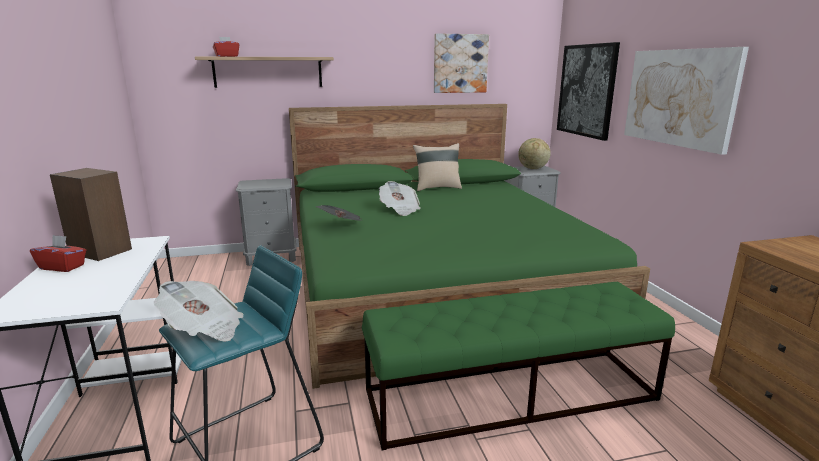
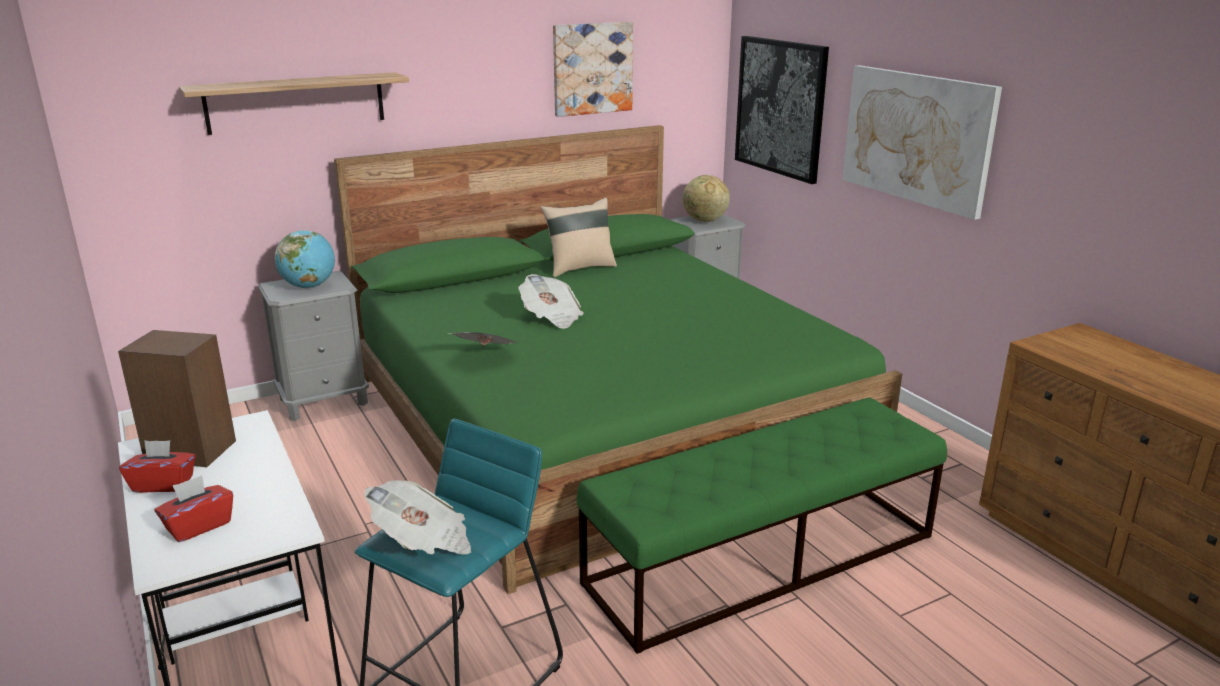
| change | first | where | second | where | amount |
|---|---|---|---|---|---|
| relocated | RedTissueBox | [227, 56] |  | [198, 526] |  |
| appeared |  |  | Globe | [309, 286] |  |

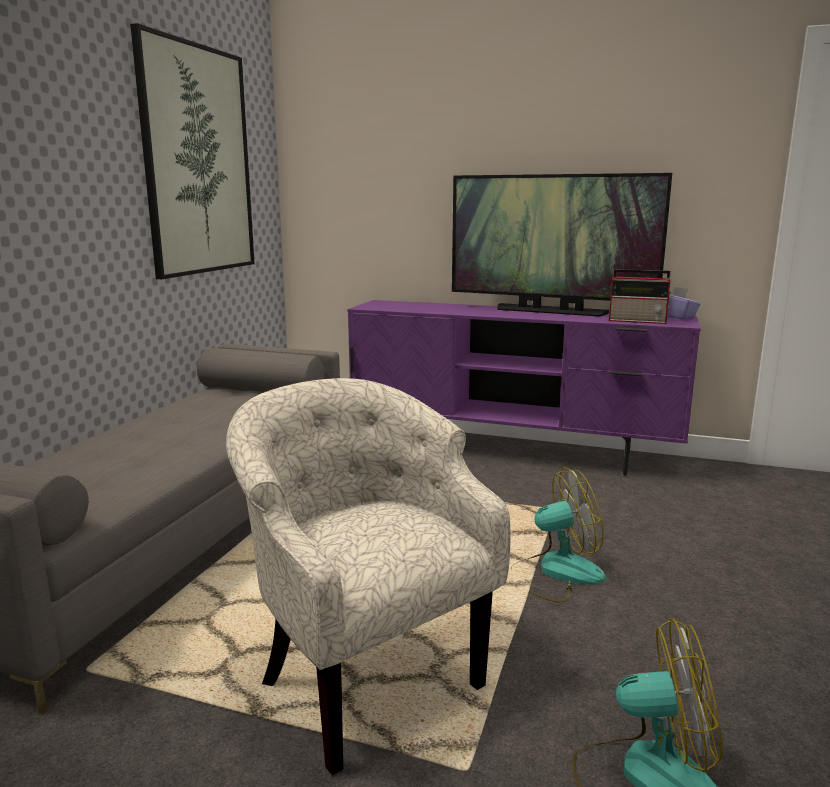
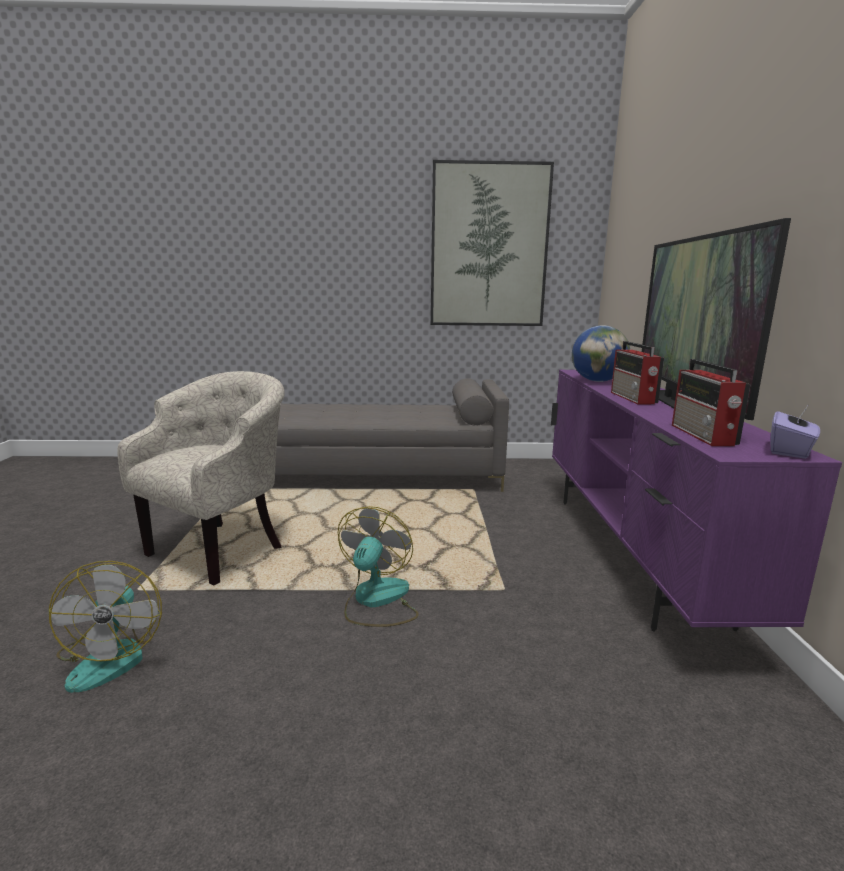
| change | first | where | second | where | amount |
|---|---|---|---|---|---|
| spun | Fan | [556, 572] |  | [377, 601] | 135 degrees counterclockwise |
| appeared |  |  | Globe | [597, 381] |  |
| appeared |  |  | Radio | [633, 398] |  |

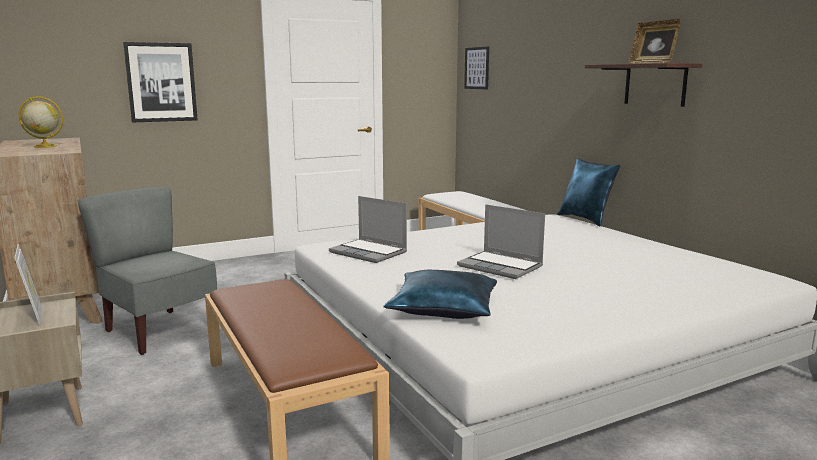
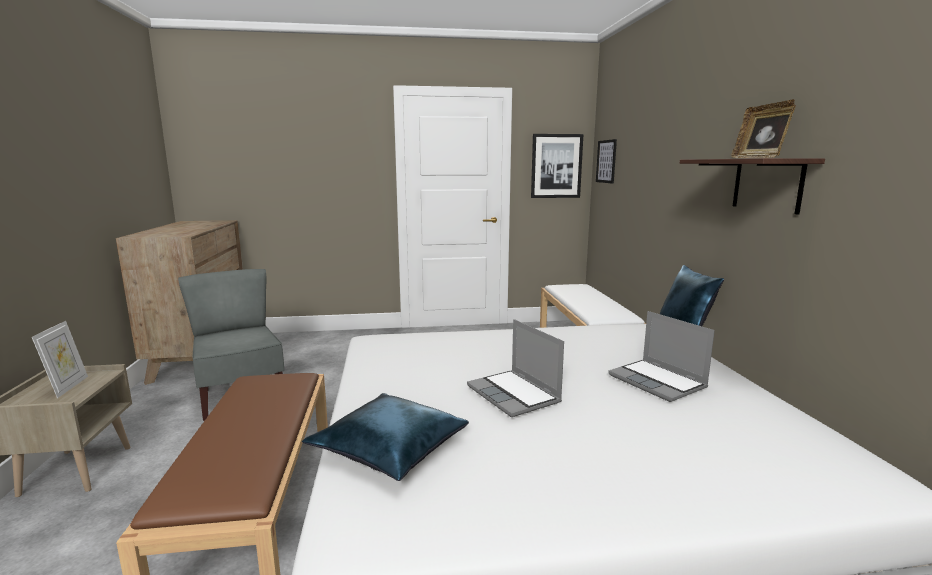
| change | first | where | second | where | amount |
|---|---|---|---|---|---|
| relocated | Picture | [161, 82] |  | [556, 166] |  |
| missing | Globe | [44, 146] |  |  |  |
| relocated | Laptop | [369, 252] |  | [658, 382] |  |

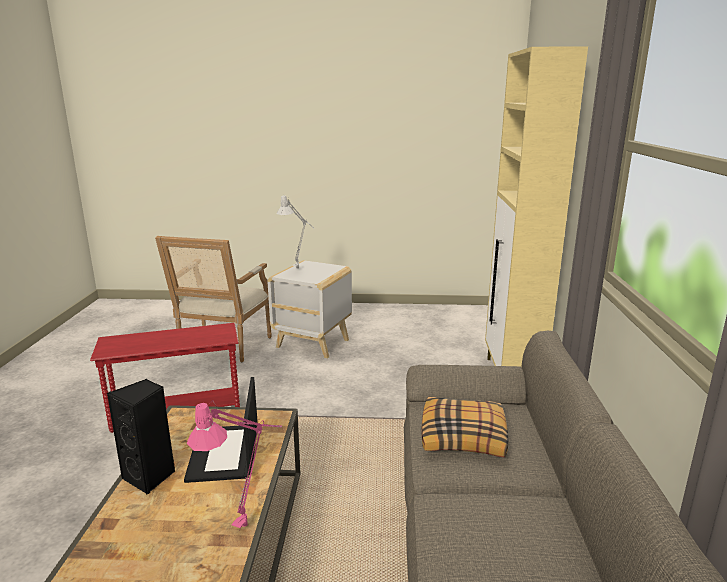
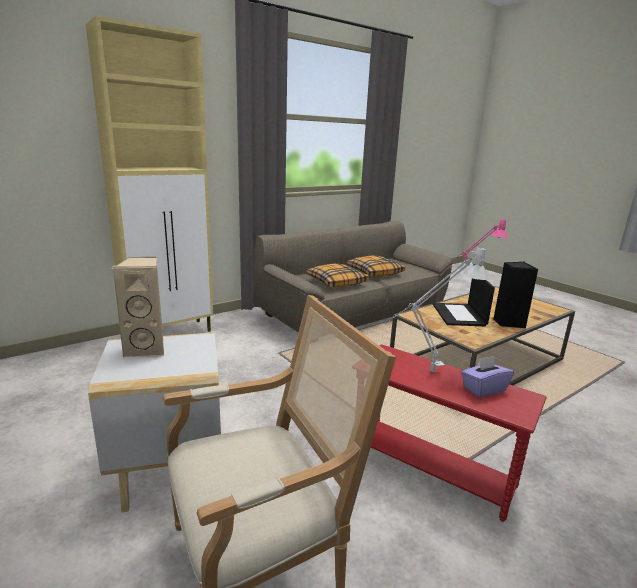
| change | first | where | second | where | amount |
|---|---|---|---|---|---|
| relocated | GreyTableLamp | [299, 268] |  | [426, 373] |  |
| spun | Laptop | [225, 453] |  | [459, 315] | 135 degrees clockwise |
| appeared |  |  | Pillow | [374, 272] |  |
| appeared |  |  | BeigeSpeaker | [147, 349] |  |
| appeared |  |  | PurpleTissueBox | [483, 389] |  |

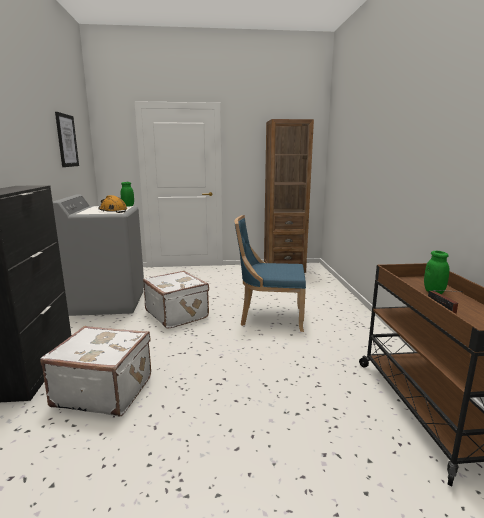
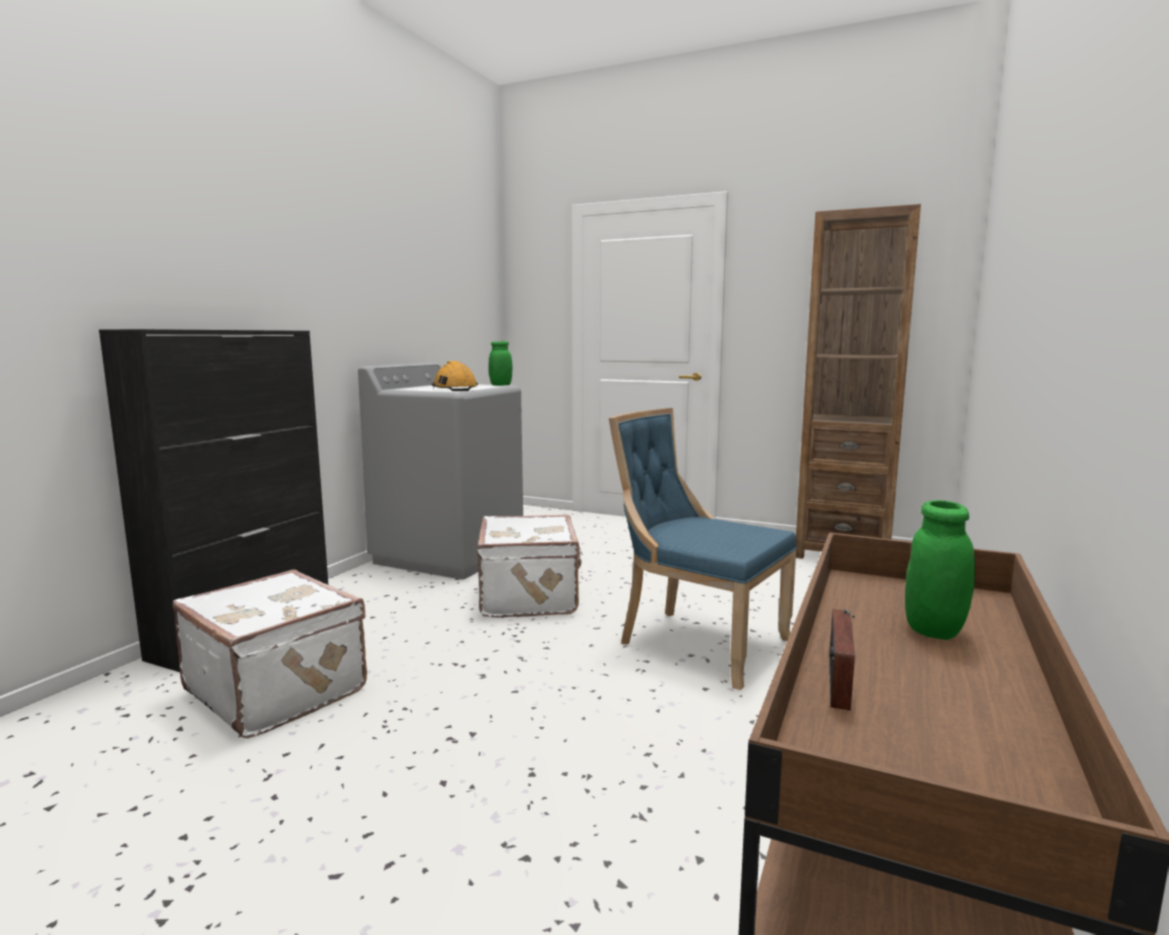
| change | first | where | second | where | amount |
|---|---|---|---|---|---|
| missing | Picture | [66, 140] |  |  |  |

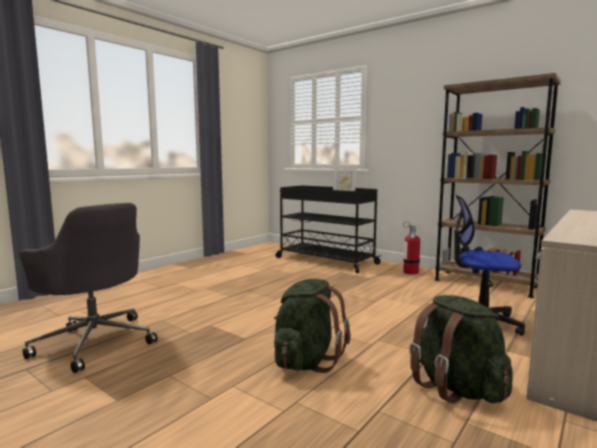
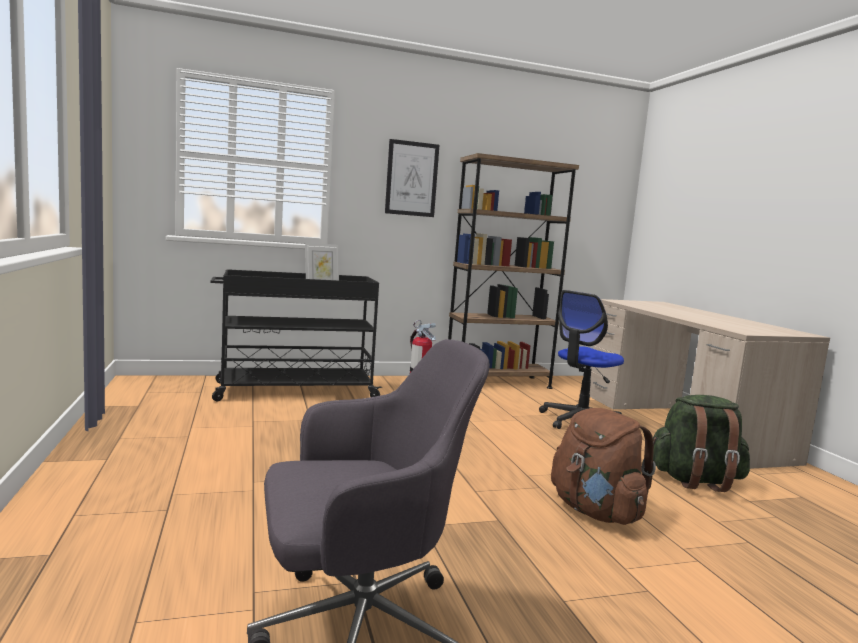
| change | first | where | second | where | amount |
|---|---|---|---|---|---|
| colour | GreenBackpack | [306, 361] | BrownBackpack | [595, 512] |  |
| appeared |  |  | Picture | [411, 178] |  |

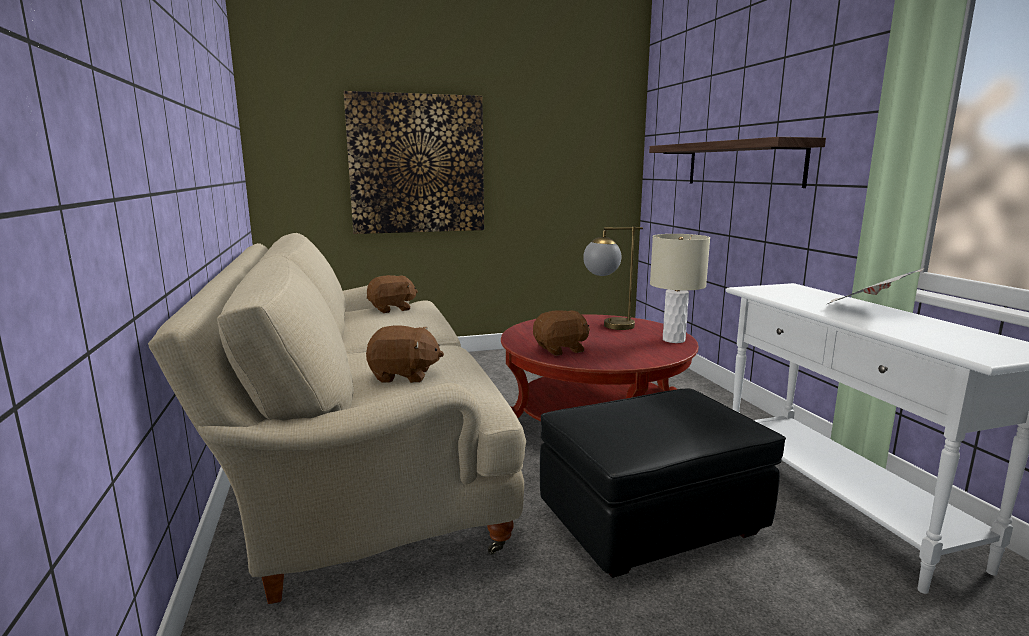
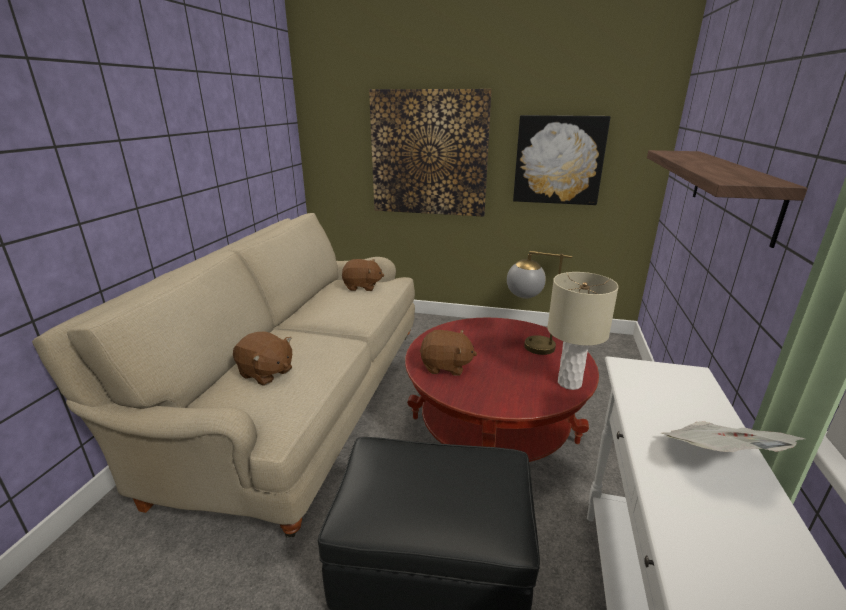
| change | first | where | second | where | amount |
|---|---|---|---|---|---|
| appeared |  |  | Picture | [558, 160] |  |

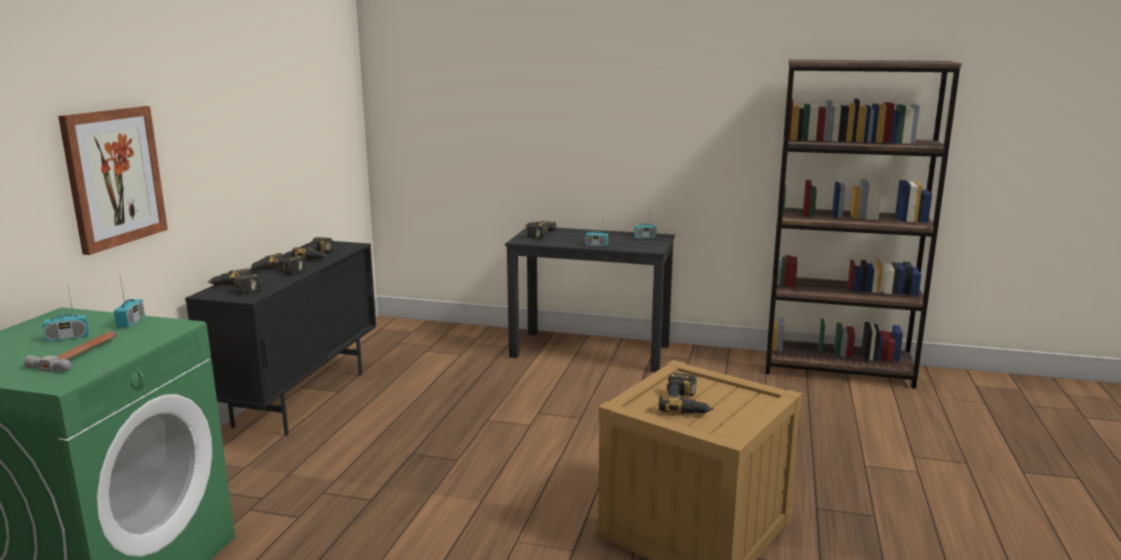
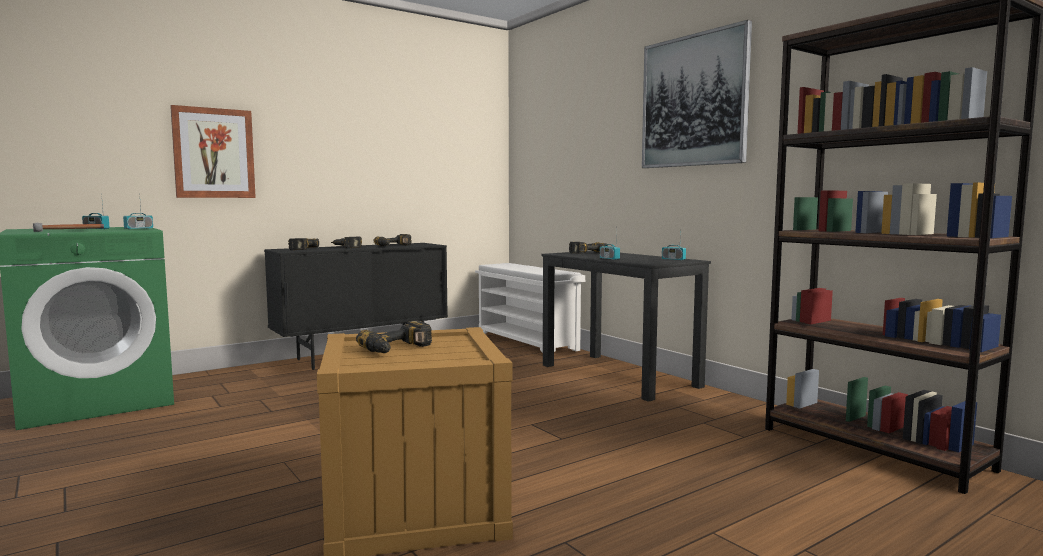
| change | first | where | second | where | amount |
|---|---|---|---|---|---|
| appeared |  |  | Picture | [694, 101] |  |
| appeared |  |  | WhiteShoeRack | [528, 342] |  |

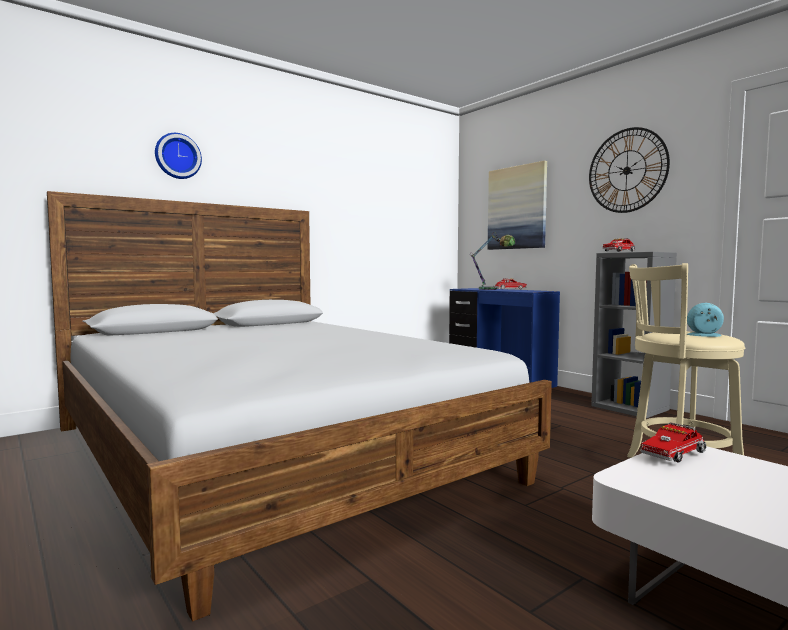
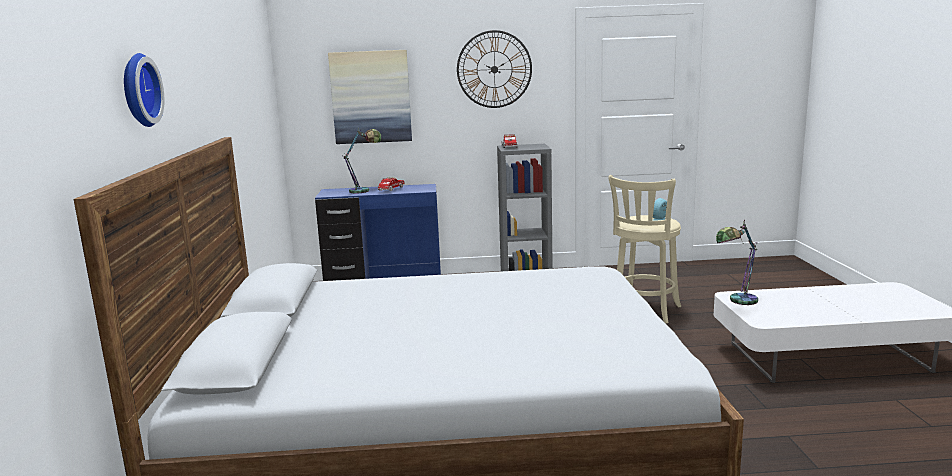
| change | first | where | second | where | amount |
|---|---|---|---|---|---|
| exchanged | ToyTruck | [674, 455] | TableLamp | [737, 301] |  |

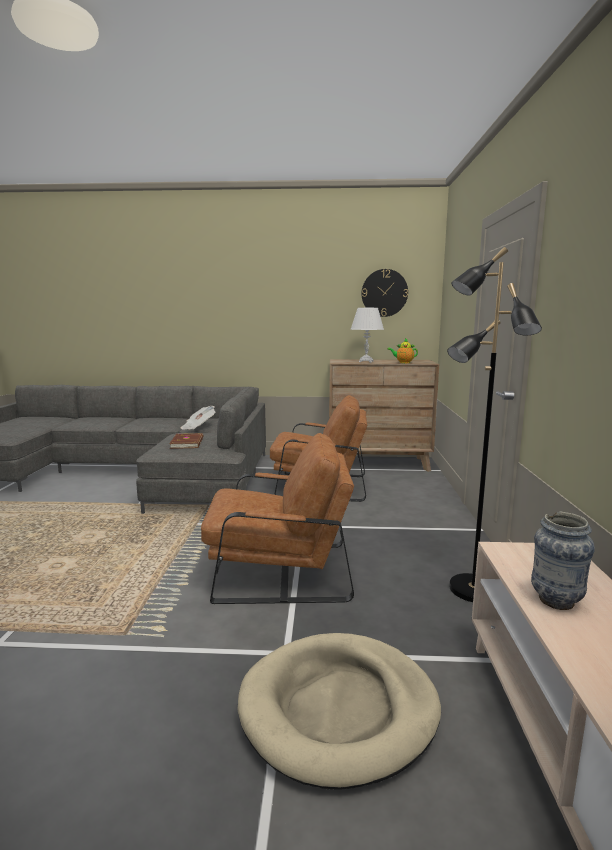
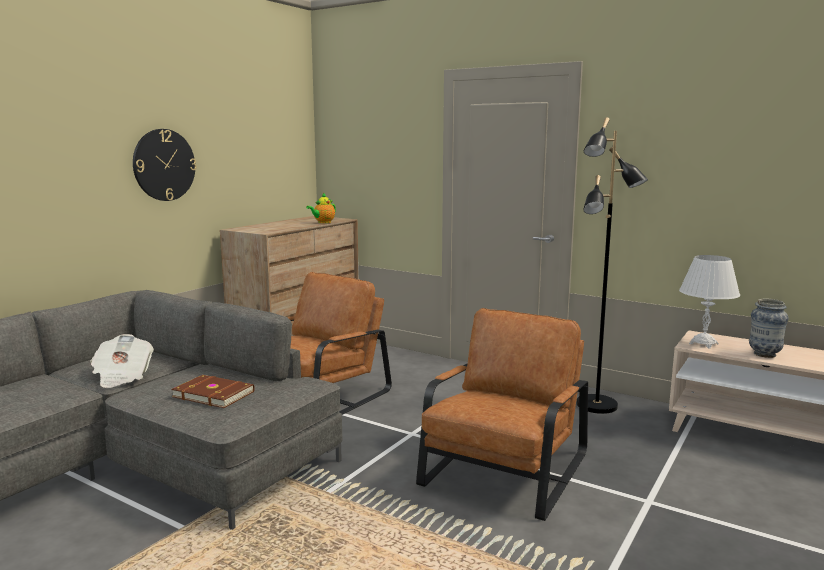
| change | first | where | second | where | amount |
|---|---|---|---|---|---|
| relocated | WallClock | [384, 293] |  | [164, 165] |  |
| relocated | WhiteTableLamp | [366, 361] |  | [703, 344] |  |
| missing | BeigeDogBed | [339, 709] |  |  |  |

